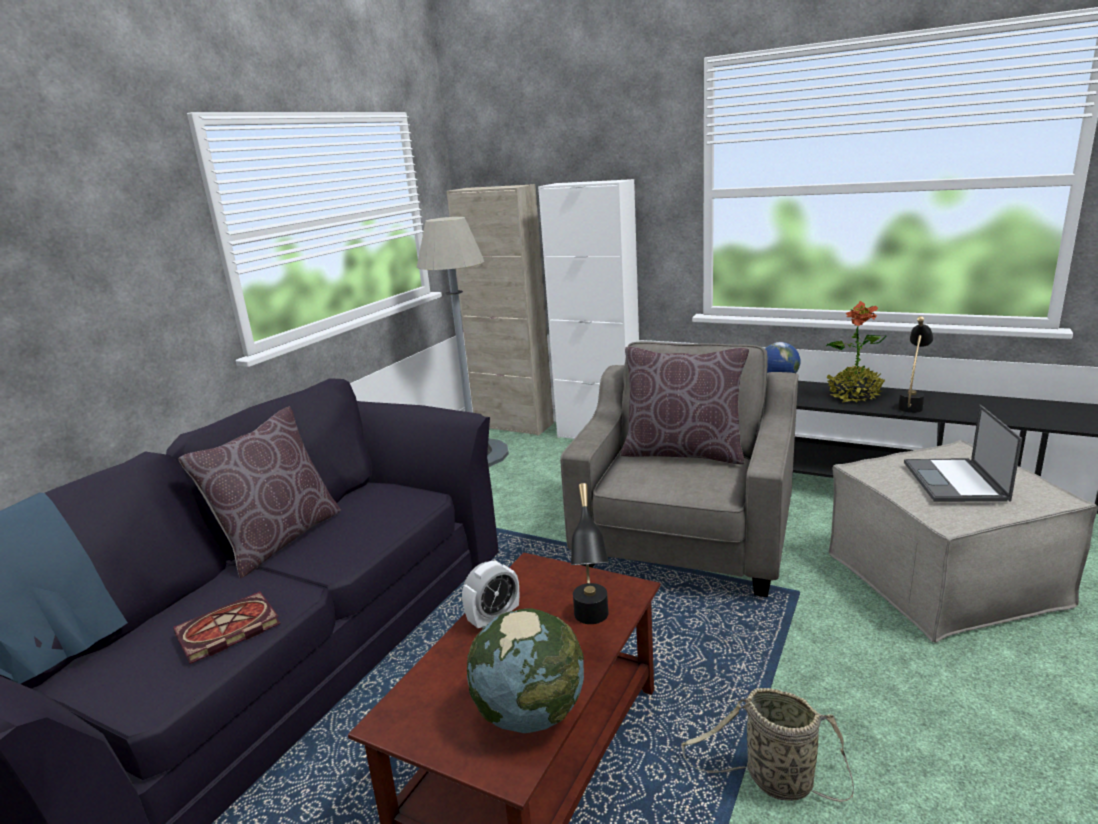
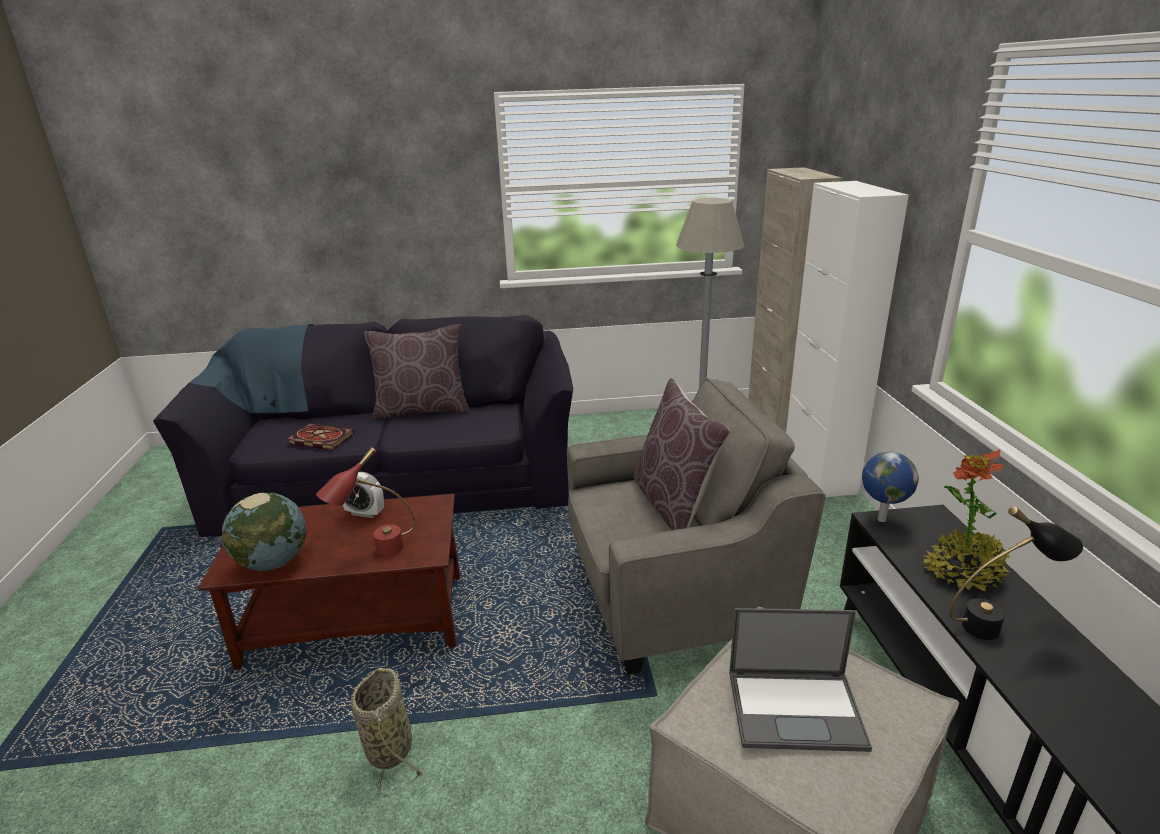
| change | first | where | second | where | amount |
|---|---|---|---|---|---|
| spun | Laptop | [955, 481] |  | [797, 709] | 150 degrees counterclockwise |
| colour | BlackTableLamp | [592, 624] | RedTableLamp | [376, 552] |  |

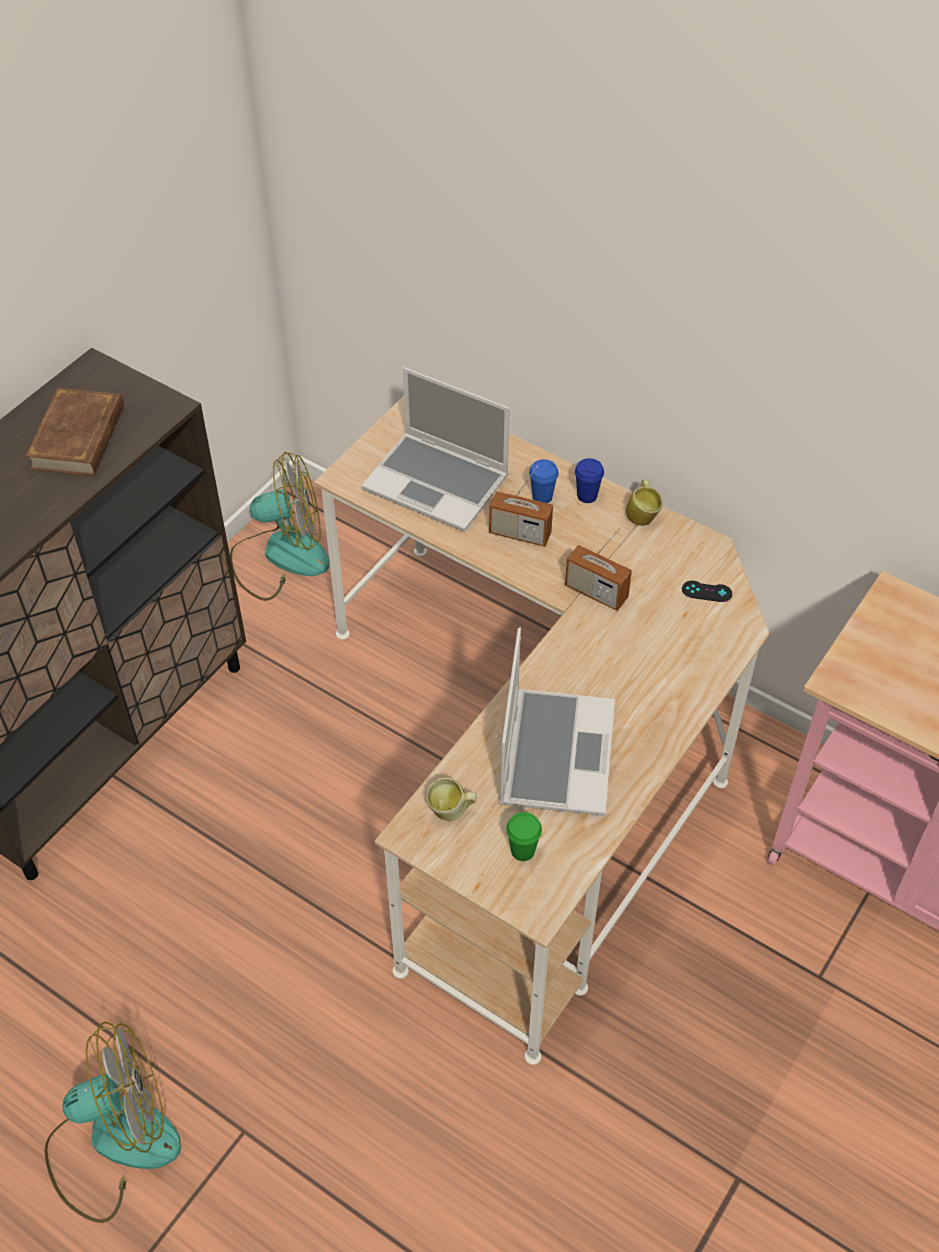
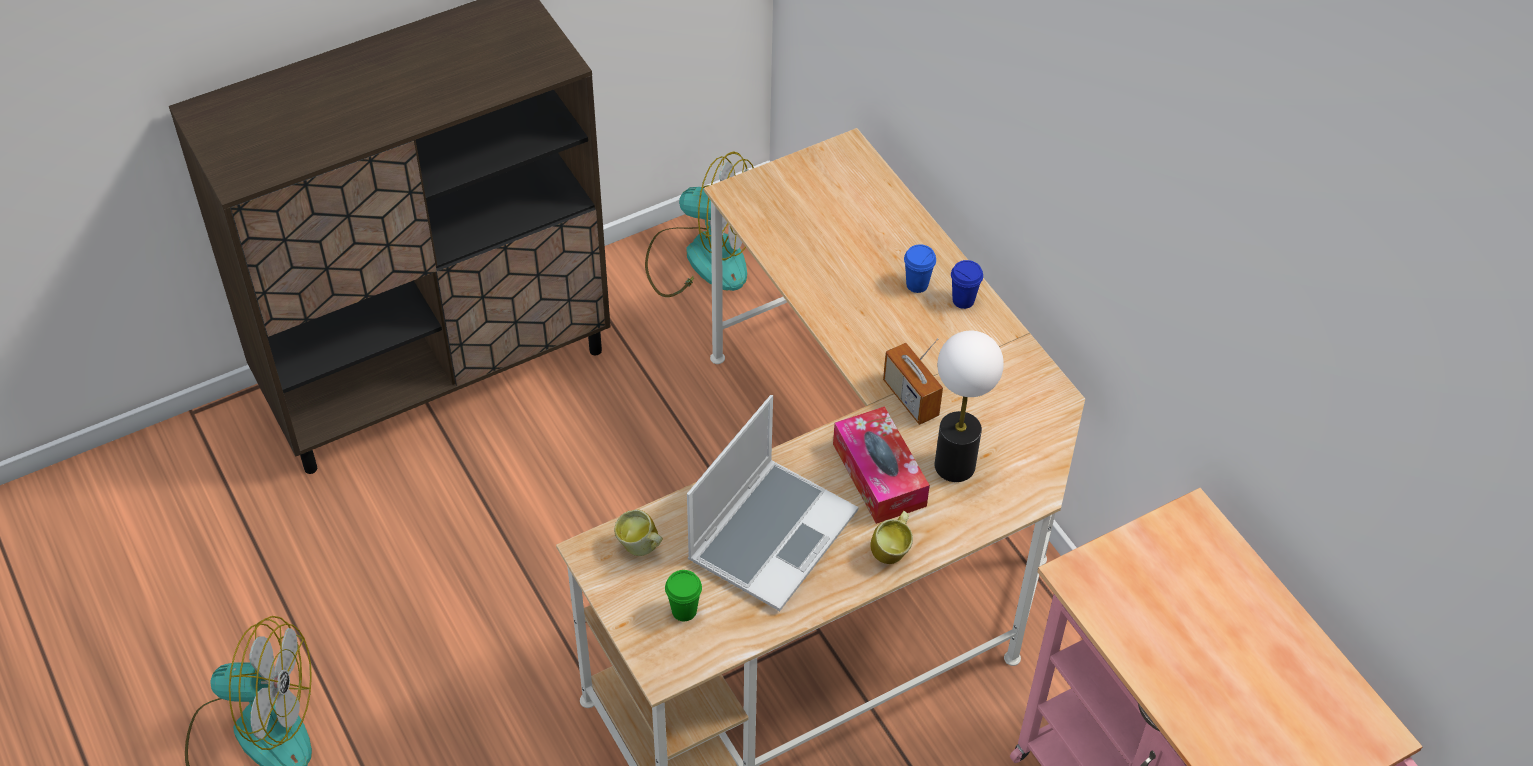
| change | first | where | second | where | amount |
|---|---|---|---|---|---|
| missing | Laptop | [438, 483] |  |  |  |
| missing | BrownBook | [79, 437] |  |  |  |
| missing | Radio | [520, 533] |  |  |  |
| relocated | Mug | [643, 515] |  | [892, 551] |  |
| missing | BlackGameController | [706, 591] |  |  |  |
| appeared |  |  | TableLamp | [955, 466] |  |
| appeared |  |  | TissueBox | [879, 475] |  |

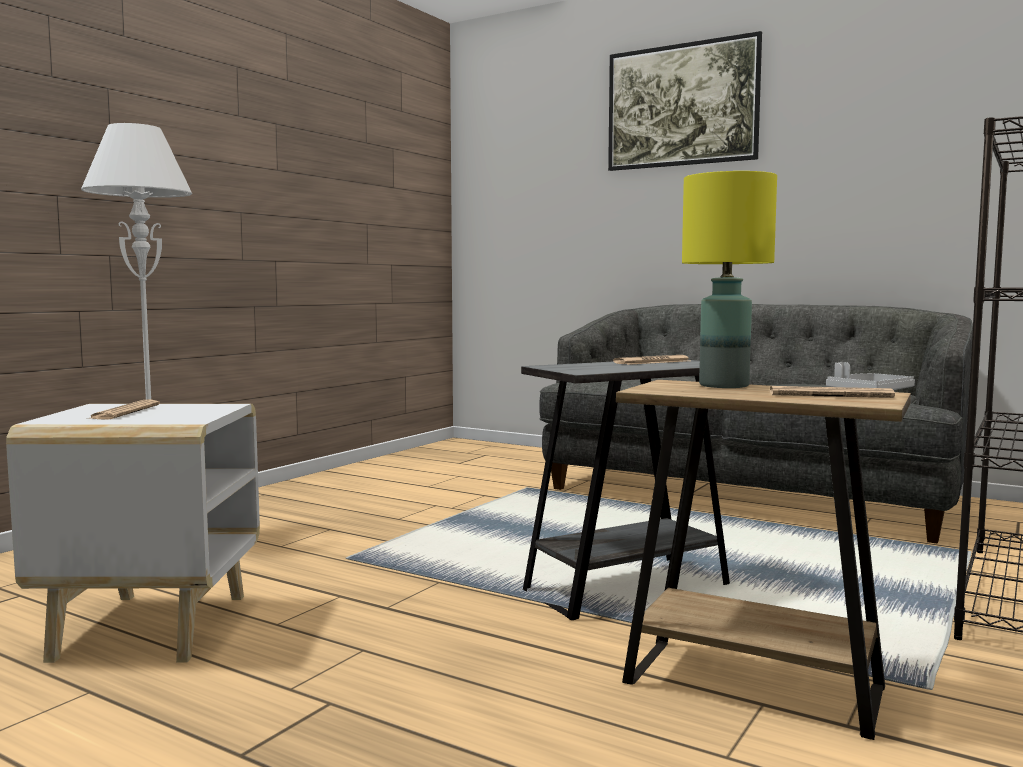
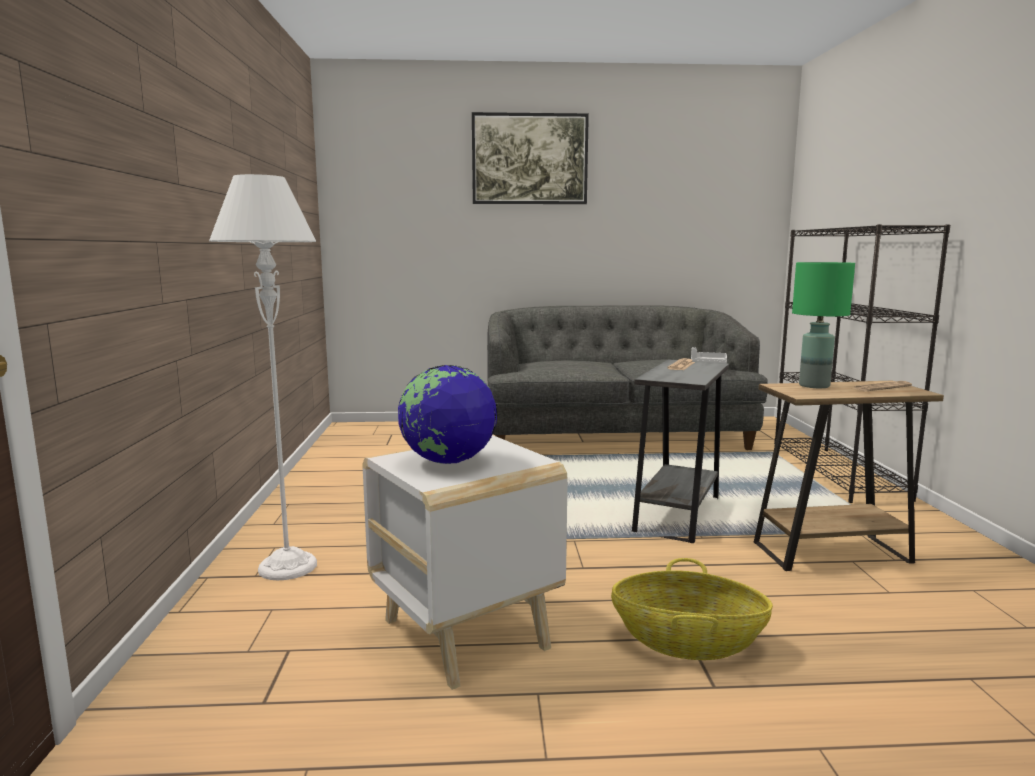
| change | first | where | second | where | amount |
|---|---|---|---|---|---|
| colour | YellowTableLamp | [724, 385] | GreenTableLamp | [813, 385] |  |
| exchanged | Newspaper | [125, 412] | Globe | [448, 461] |  |
| appeared |  |  | Basket | [687, 640] |  |

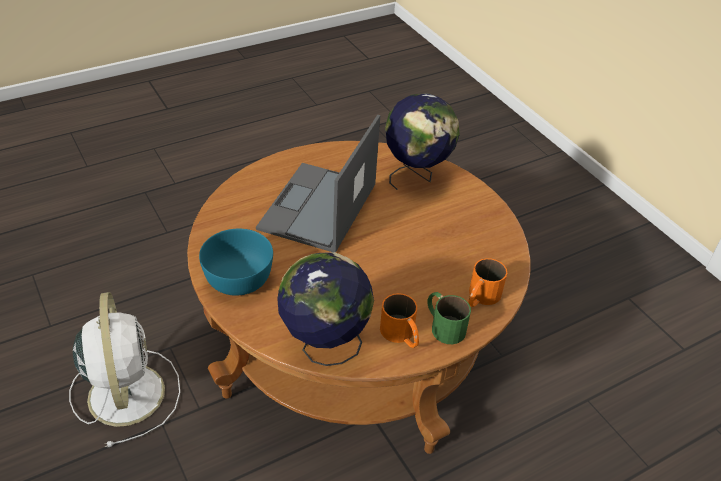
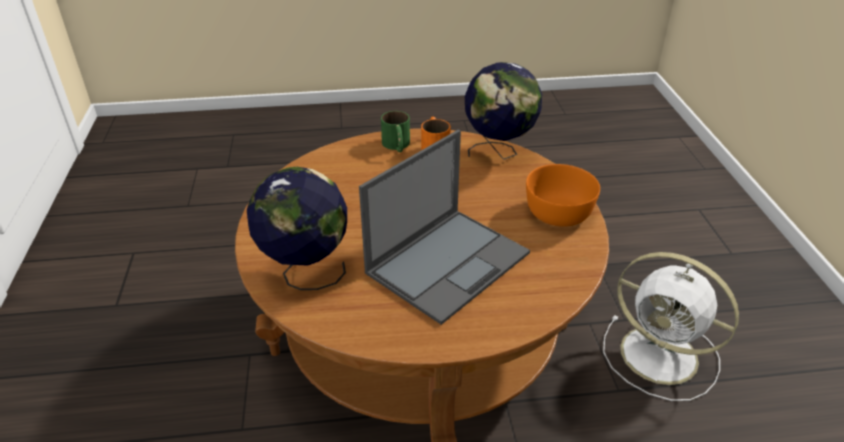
| change | first | where | second | where | amount |
|---|---|---|---|---|---|
| colour | TurquoiseBowl | [239, 278] | OrangeBowl | [557, 212] |  |
| missing | OrangeMug | [480, 297] |  |  |  |
| spun | WhiteFan | [126, 391] |  | [662, 356] | 60 degrees counterclockwise |

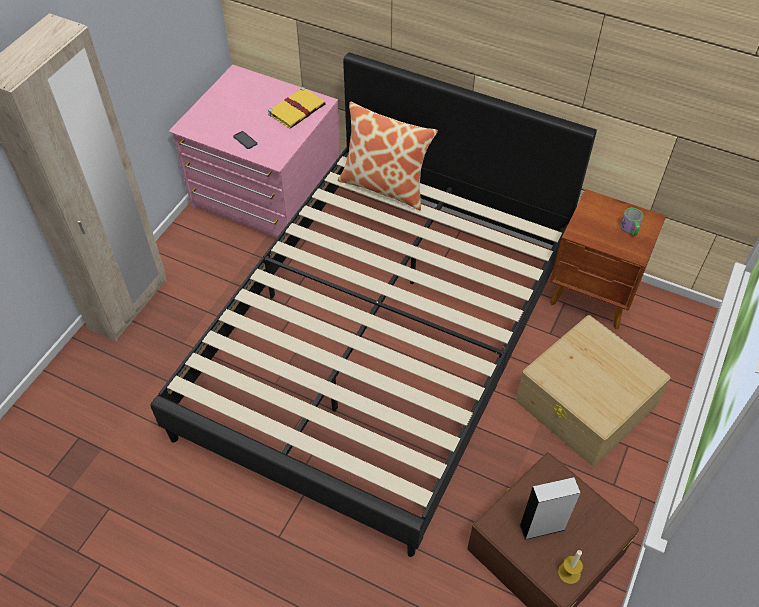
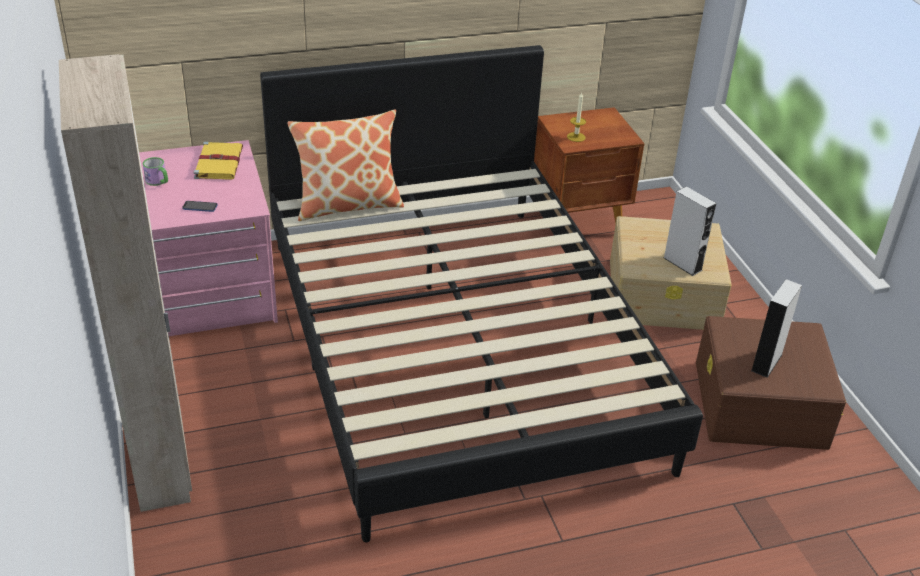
| change | first | where | second | where | amount |
|---|---|---|---|---|---|
| relocated | Mug | [630, 229] |  | [158, 181] |  |
| relocated | Candle | [569, 573] |  | [576, 137] |  |
| appeared |  |  | GreySpeaker | [682, 264] |  |

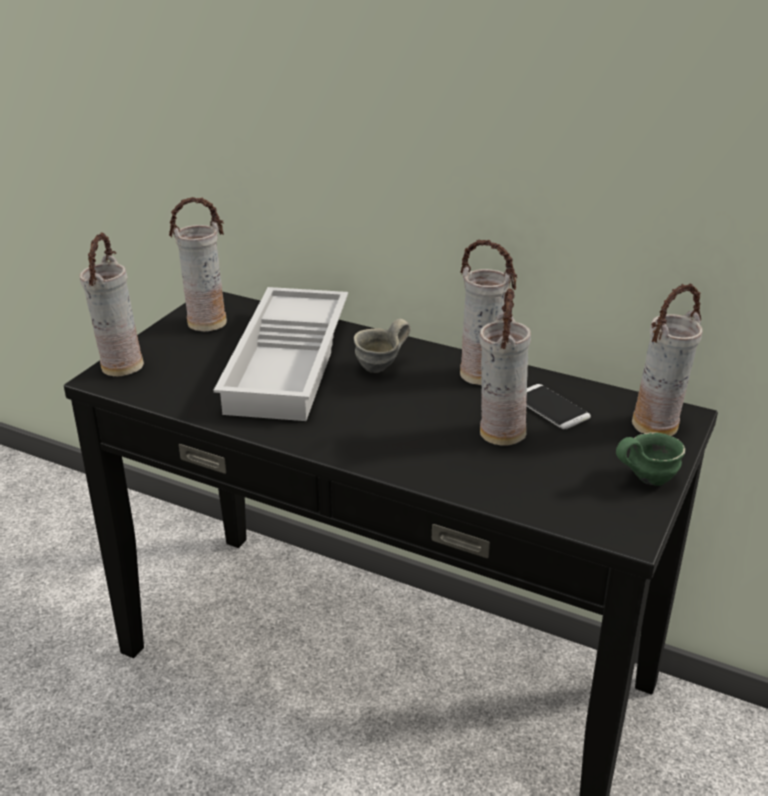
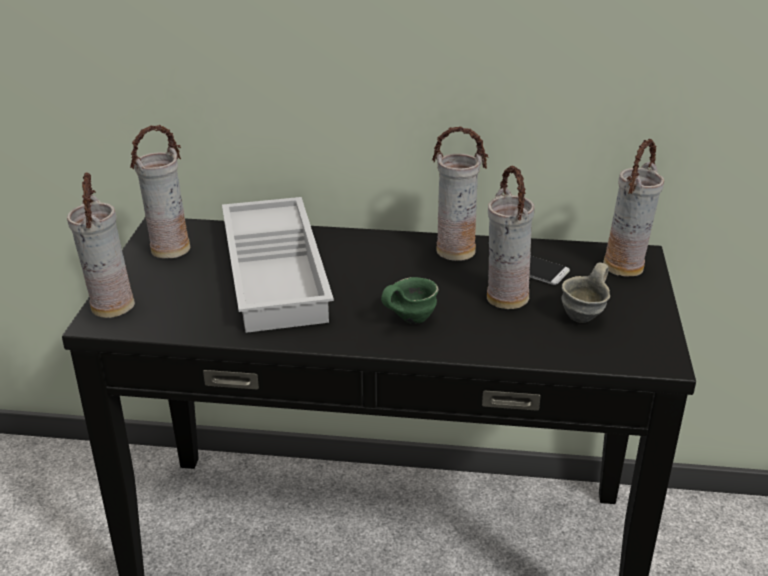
| change | first | where | second | where | amount |
|---|---|---|---|---|---|
| relocated | GreyMug | [381, 368] |  | [586, 316] |  |
| relocated | GreenMug | [645, 478] |  | [408, 319] |  |

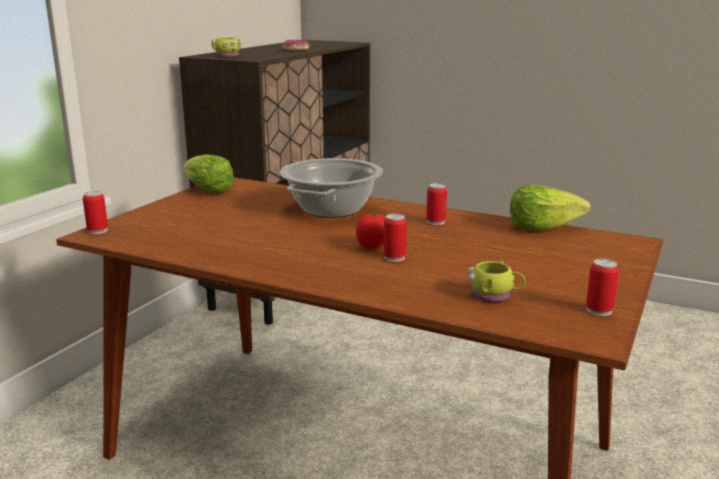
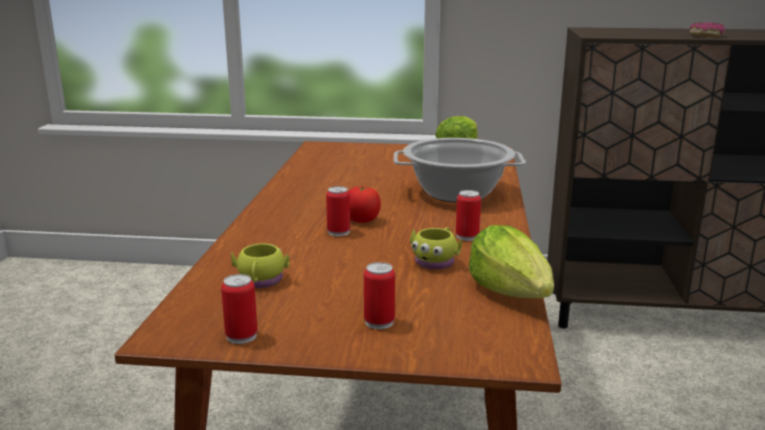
| change | first | where | second | where | amount |
|---|---|---|---|---|---|
| relocated | YellowMug | [226, 56] |  | [436, 261] |  |
| relocated | Can | [97, 231] |  | [379, 322] |  |

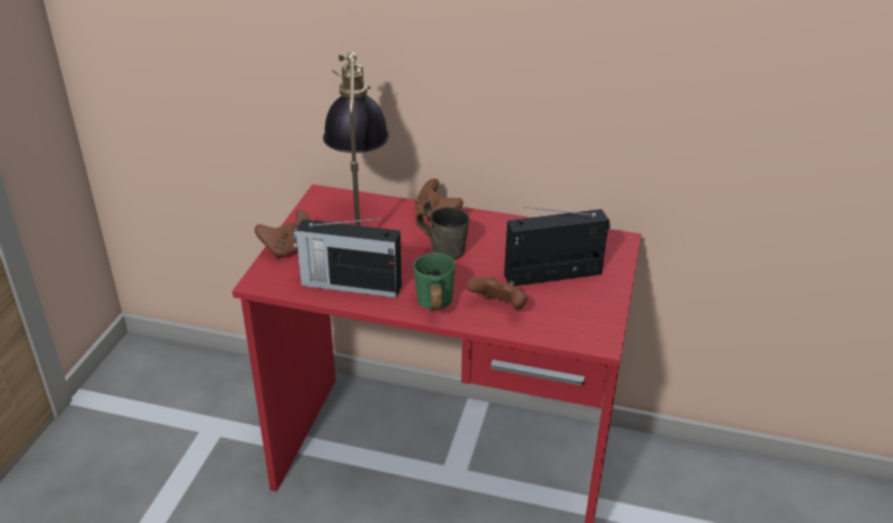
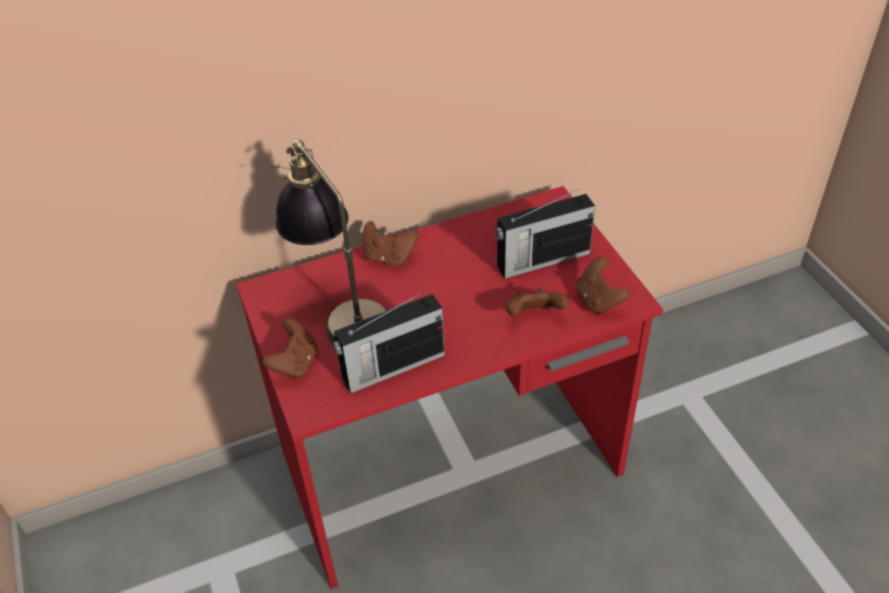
| change | first | where | second | where | amount |
|---|---|---|---|---|---|
| missing | GreyMug | [444, 248] |  |  |  |
| spun | Radio | [555, 274] |  | [541, 260] | 150 degrees counterclockwise |
| missing | GreenMug | [430, 307] |  |  |  |
| appeared |  |  | BrownGameController | [598, 300] |  |

